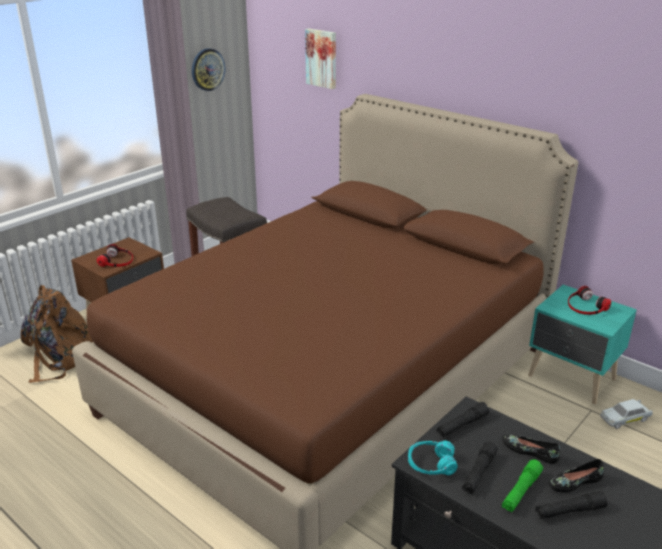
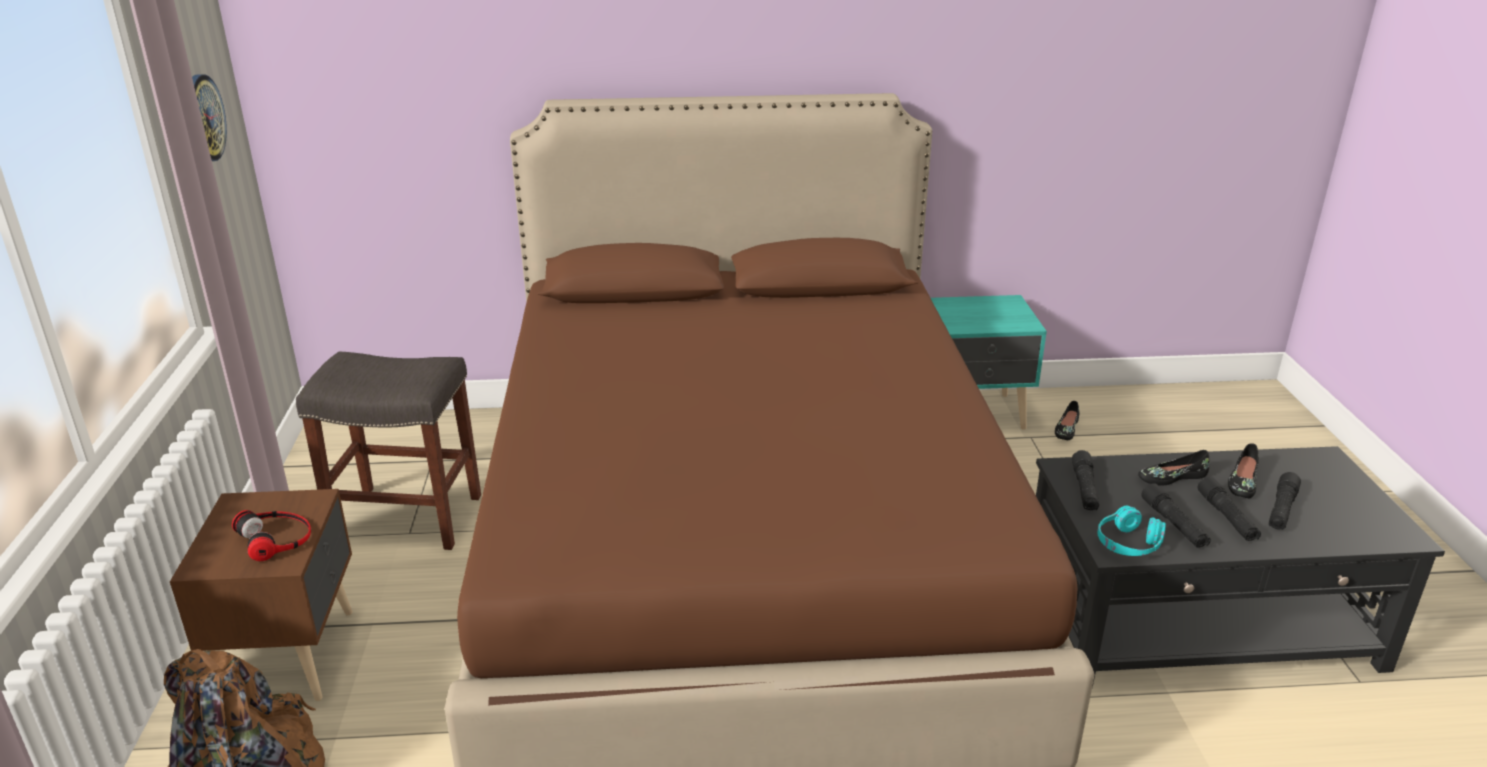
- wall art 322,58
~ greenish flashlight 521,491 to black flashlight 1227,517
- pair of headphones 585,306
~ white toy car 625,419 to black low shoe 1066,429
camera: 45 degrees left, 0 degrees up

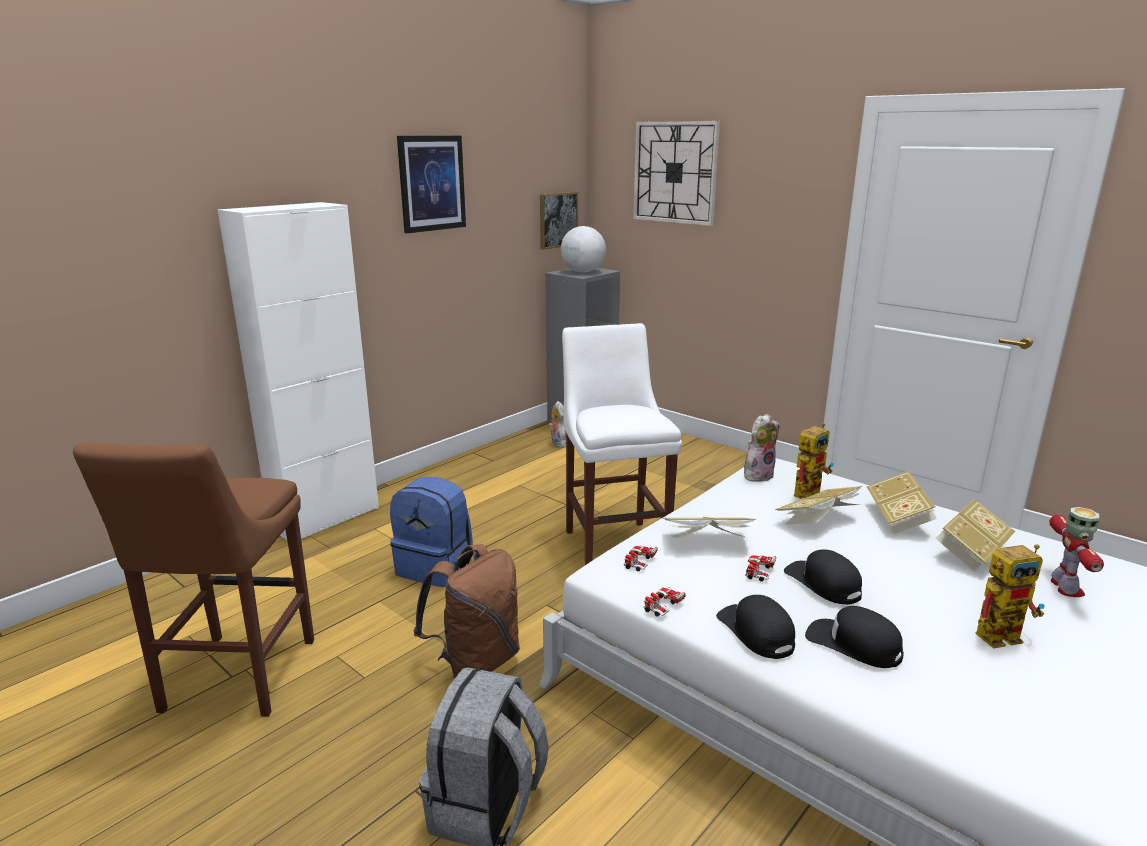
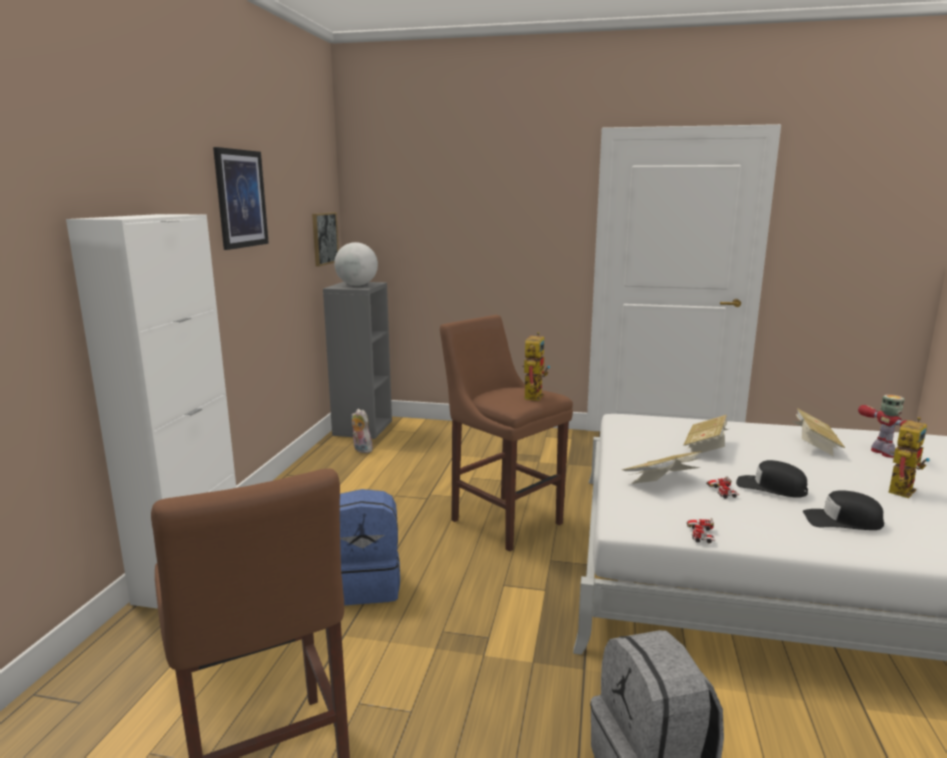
- brown knapsack 476,663
~ white stool 614,544 to brown stool 503,519
- toy car 639,561
- wall clock 675,172
- black peaked cap 756,632
- plush toy 758,475
~ robot figure 809,492 to 533,395
- volume 898,518
camera: 30 degrees left, 5 degrees down

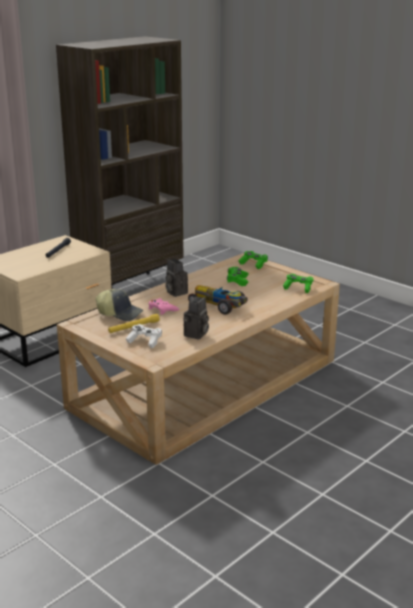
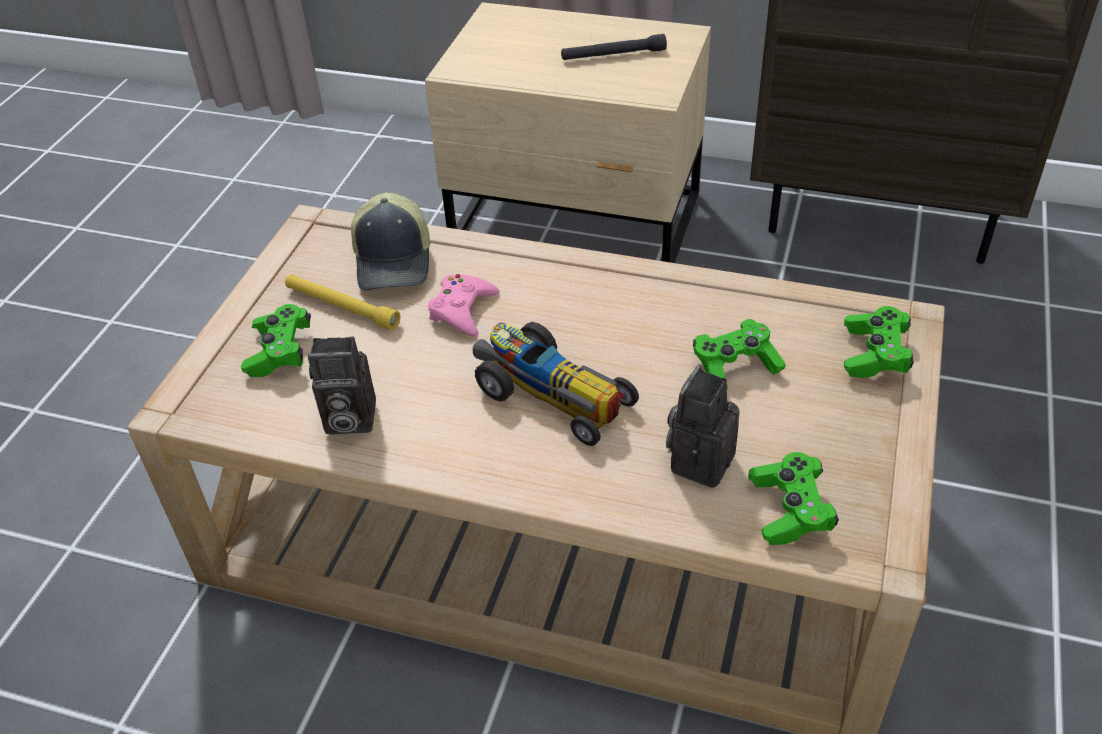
~ white joypad 145,341 to greenish joypad 280,352
~ photo camera 175,292 to 699,459
~ toy car 219,306 = 550,393 120 degrees clockwise
camera: 65 degrees right, 20 degrees up

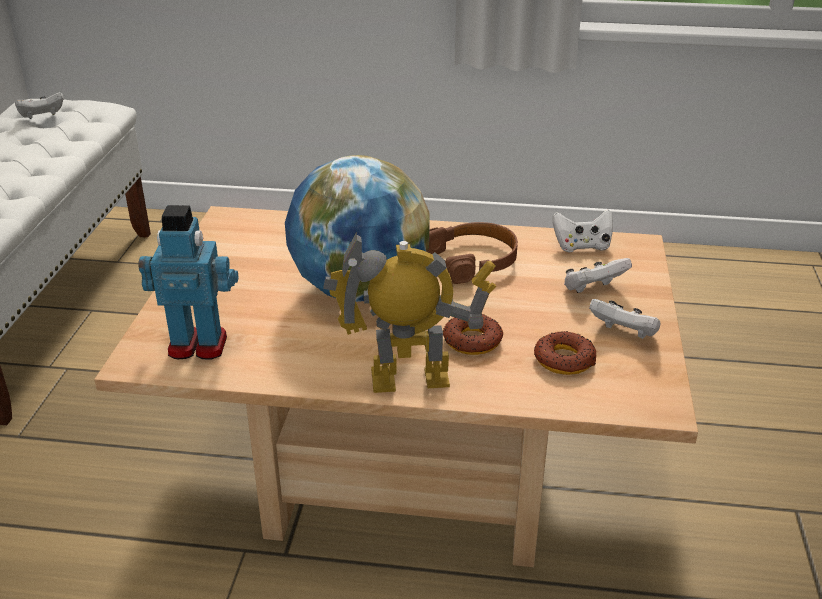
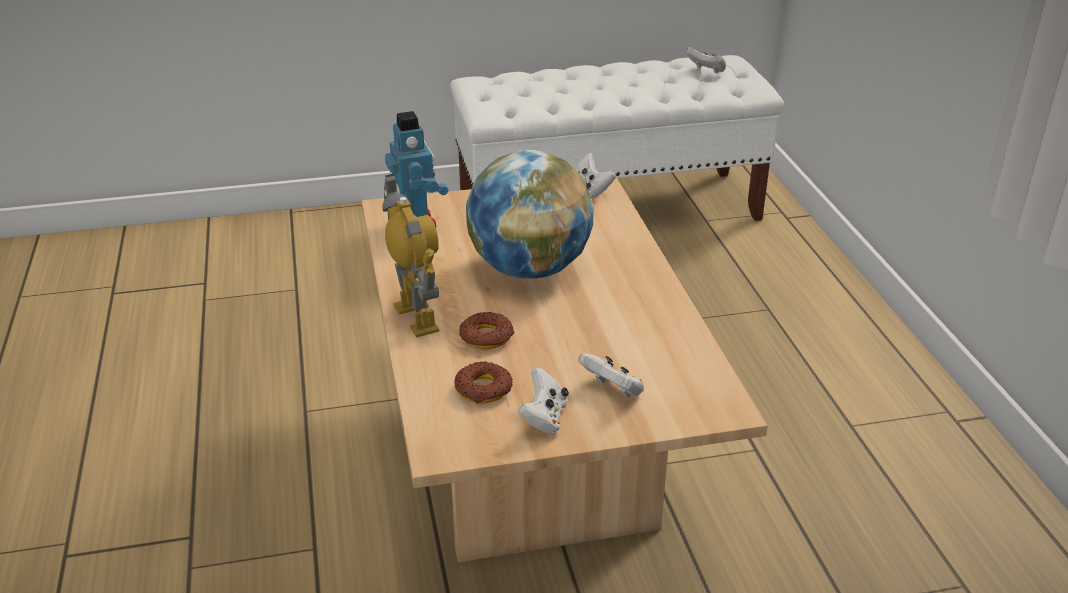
- brown pair of headphones 472,261
~ white joypad 582,246 to 591,190
camera: 70 degrees right, 0 degrees up

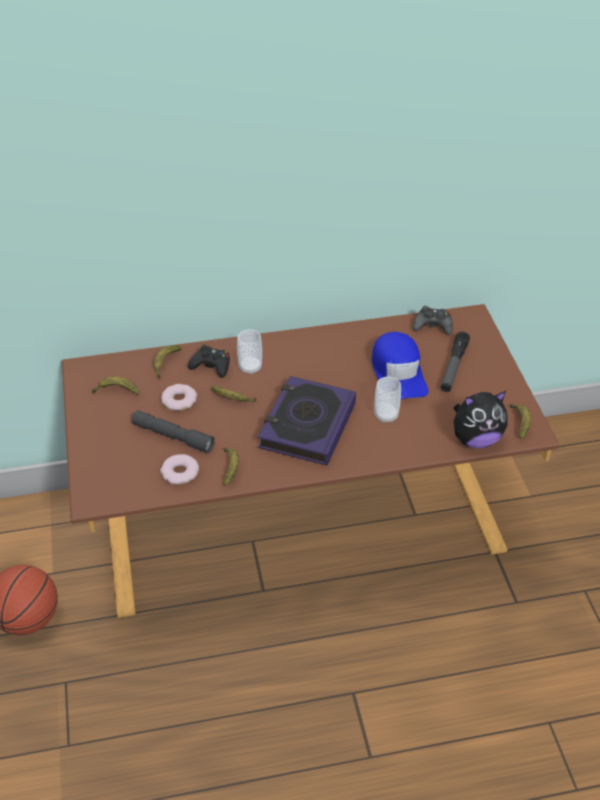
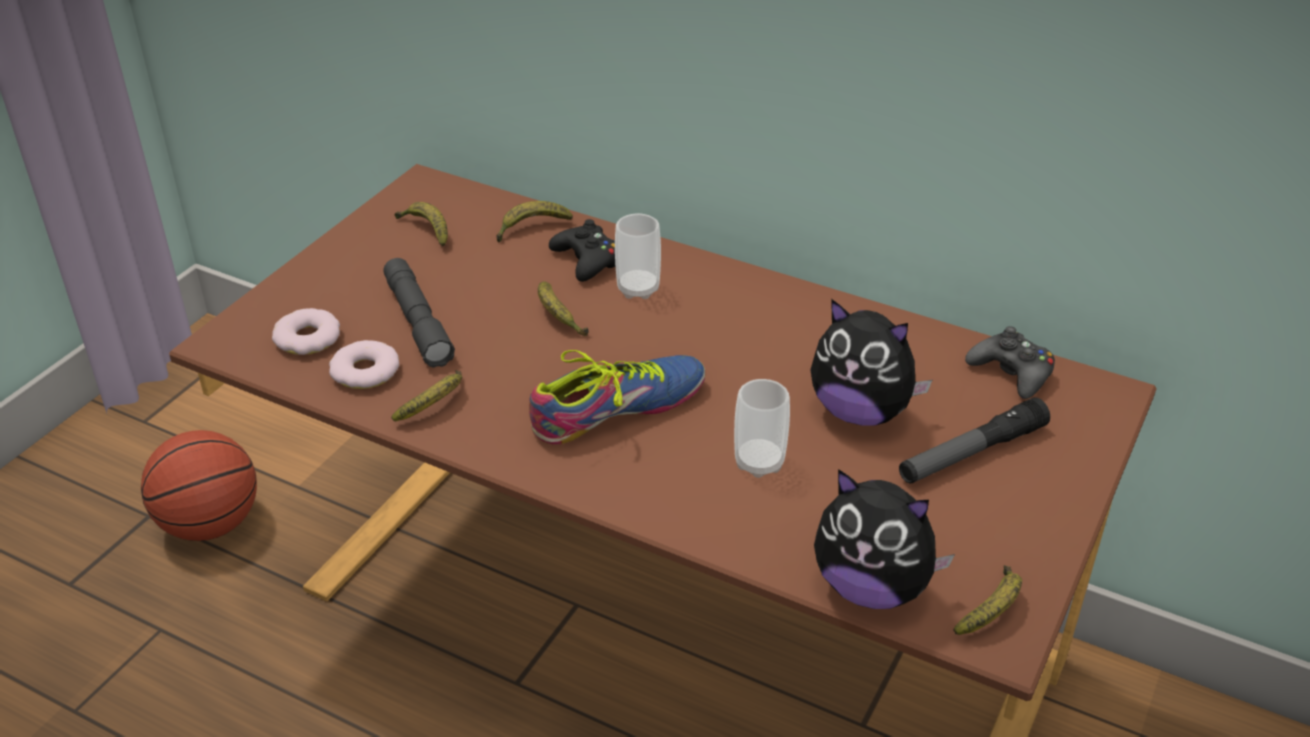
~ donut 179,400 to 308,338
~ volume 307,425 to low shoe 617,408
~ blue peaked cap 398,373 to plush toy 861,411
camera: 40 degrees right, 5 degrees down

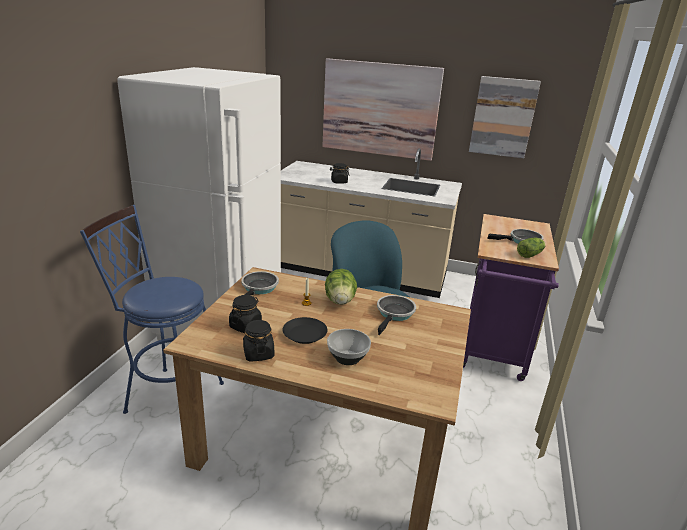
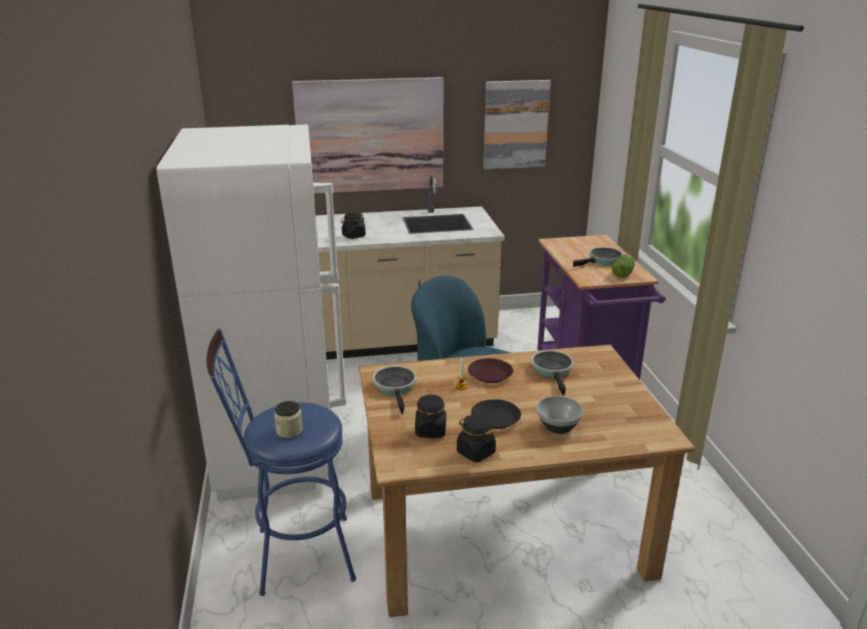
~ head of lettuce 340,301 to brown dinner plate 490,374
+ jar 289,430
camera: 25 degrees left, 0 degrees up

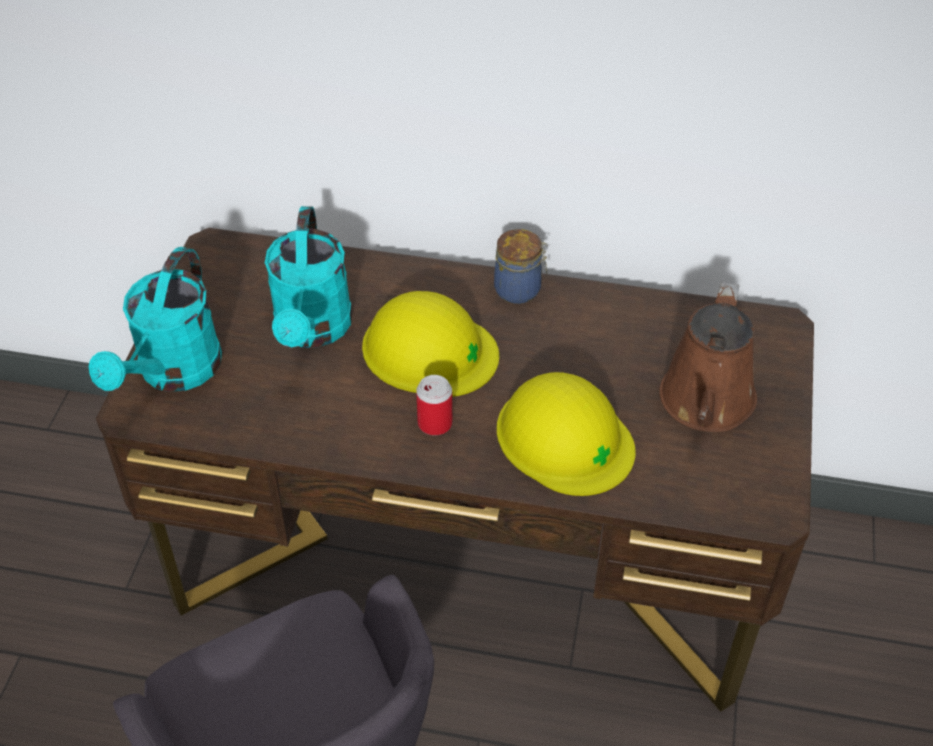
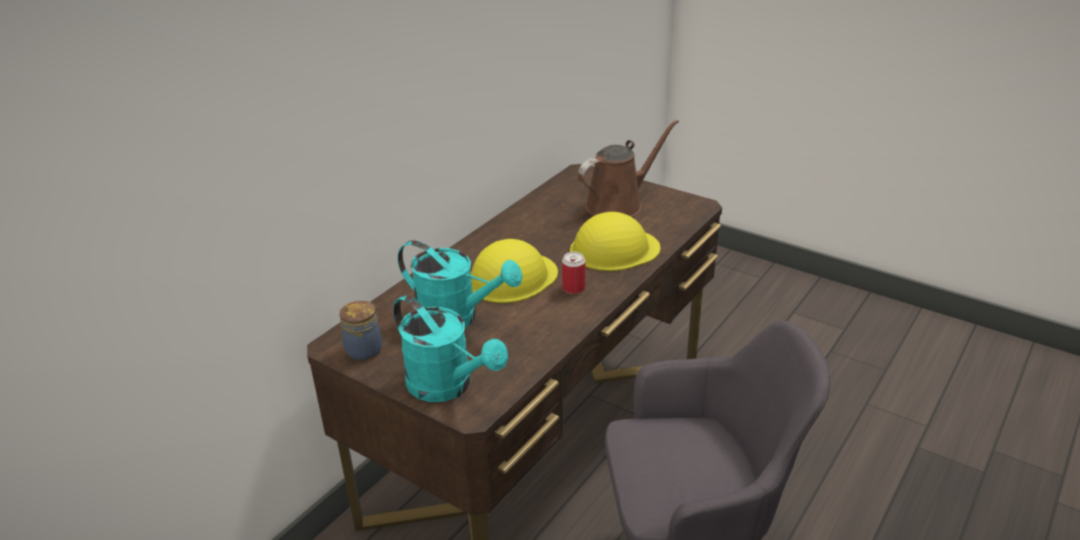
~ jar 519,290 to 365,349
~ brown watering can 706,404 = 618,204 75 degrees counterclockwise
camera: 65 degrees left, 15 degrees down

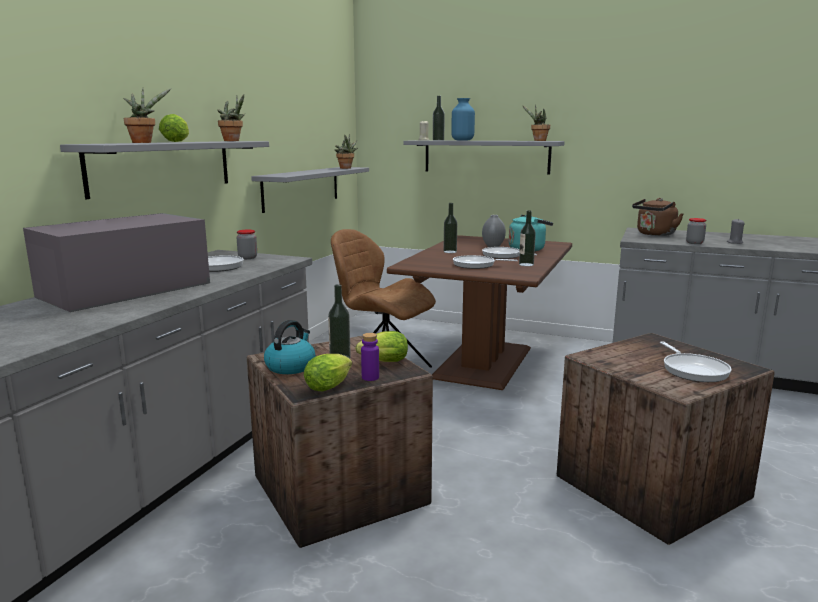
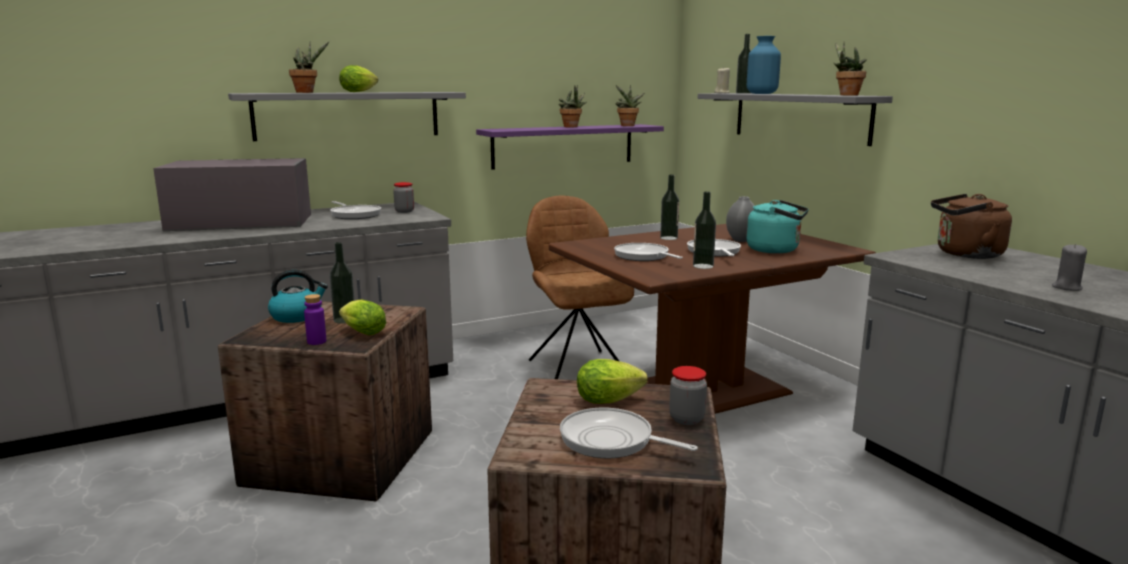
~ potted plant 233,141 to 572,127
~ grey wall shelf 302,188 to purple wall shelf 563,146
~ head of lettuce 330,386 to 612,400
~ frying pan 693,370 = 611,441 90 degrees clockwise
~ jar 694,243 to 686,419
camera: 40 degrees right, 0 degrees up

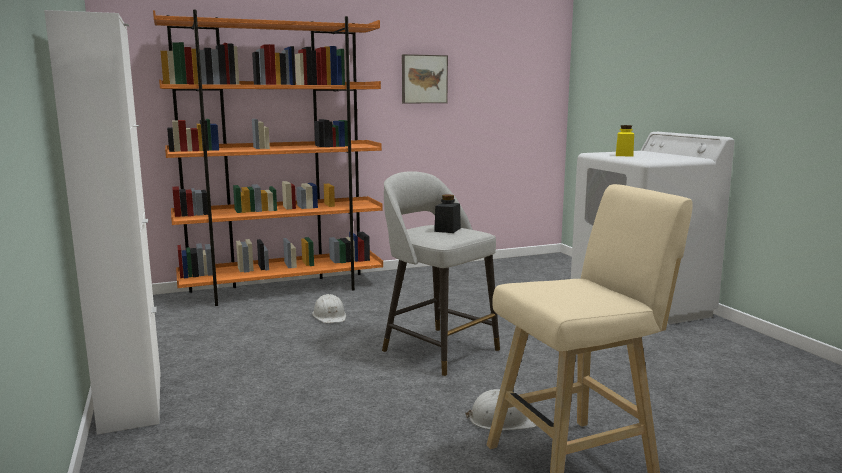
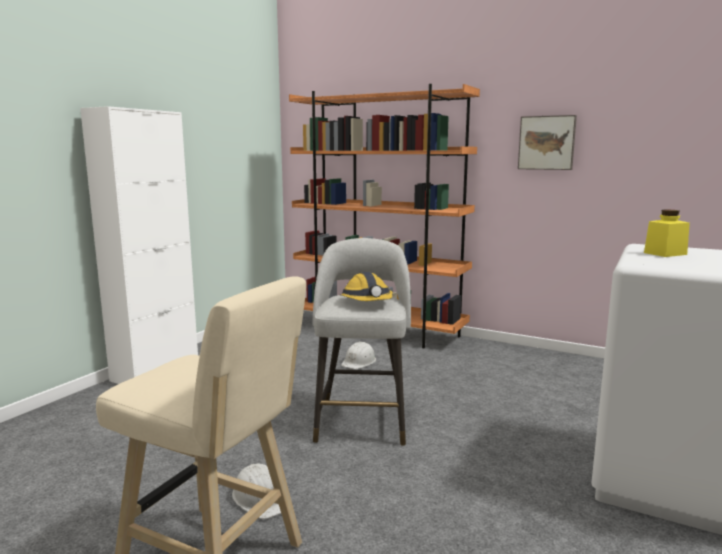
~ black jar 447,230 to hard hat 367,302
camera: 50 degrees right, 0 degrees up

